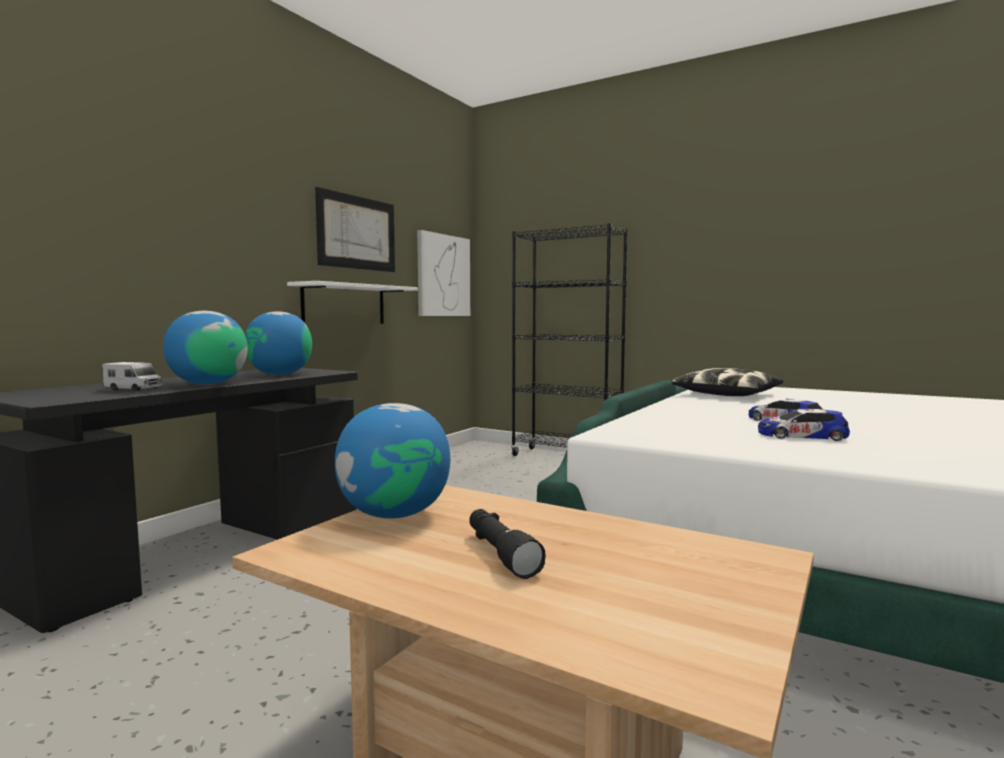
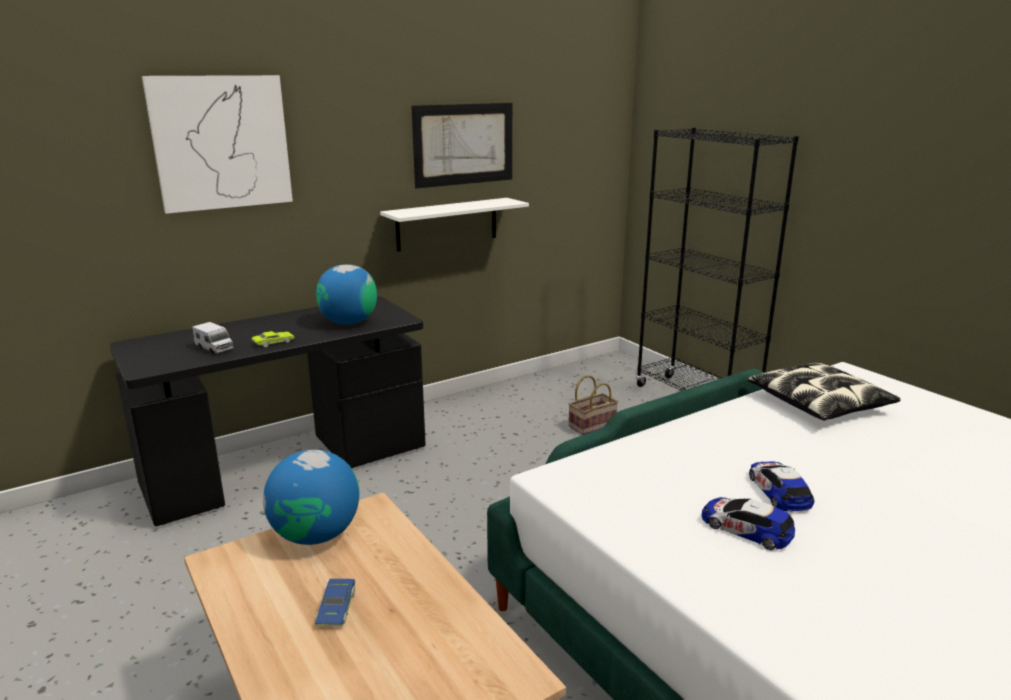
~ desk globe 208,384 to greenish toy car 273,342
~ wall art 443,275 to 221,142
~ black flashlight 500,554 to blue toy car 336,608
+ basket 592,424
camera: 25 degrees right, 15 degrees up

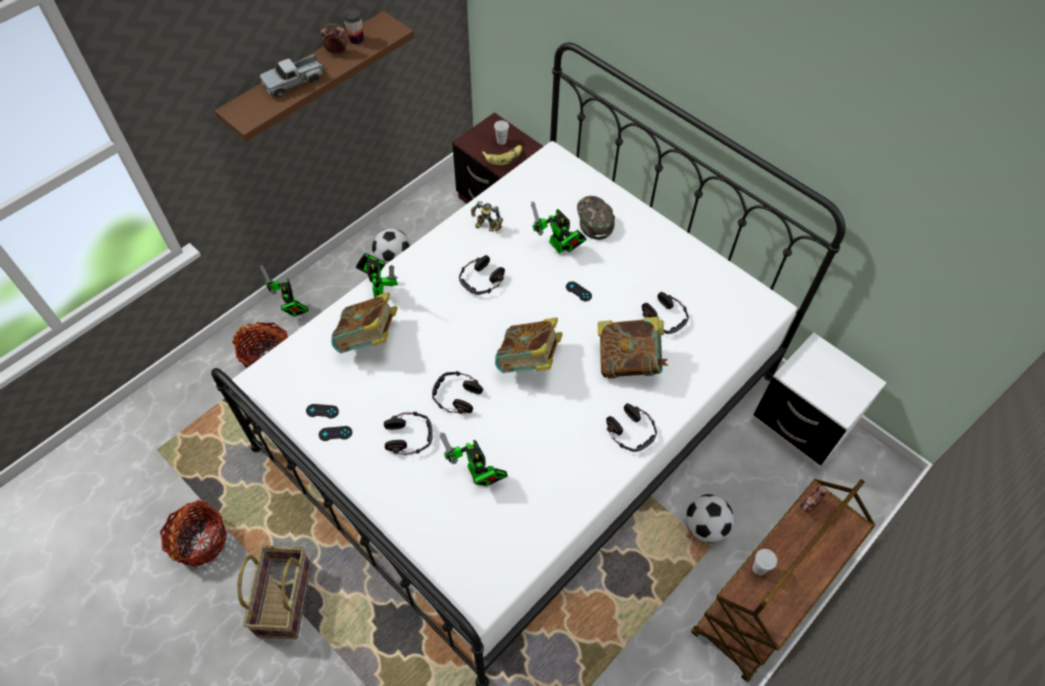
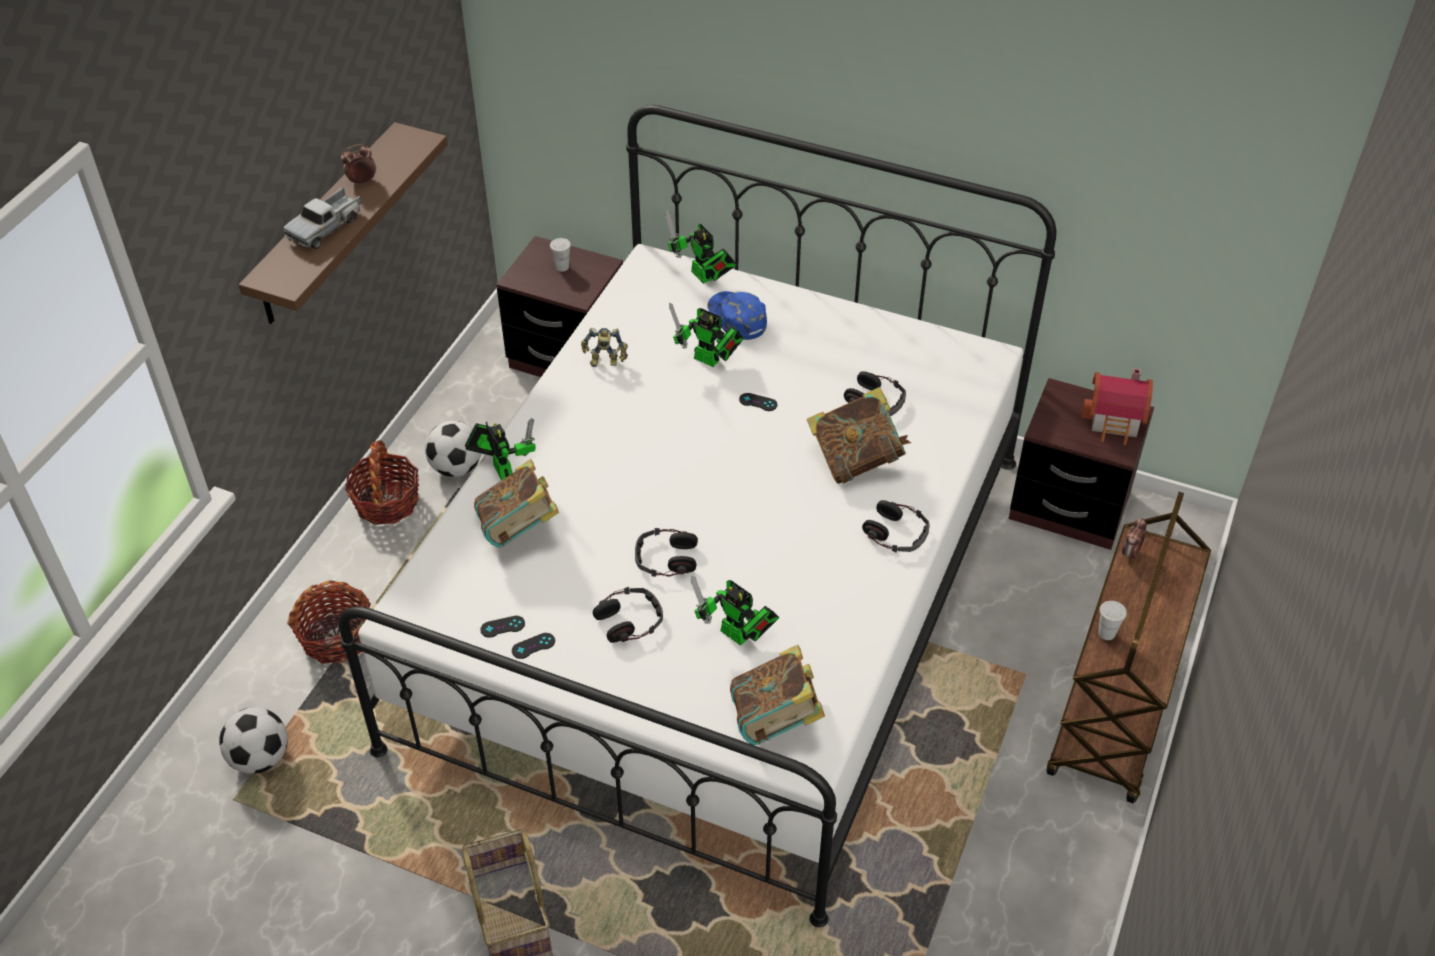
~ basket 200,541 to 386,502
~ robot figure 292,310 to 703,278
- small cup 356,39
- pair of headphones 481,280
- banana fruit 504,157
~ volume 528,361 to 775,721
~ greenish peaked cap 594,219 to blue peaked cap 736,317
~ football 704,527 to 260,758
~ white night table 801,425 to brown night table 1069,506
+ toy house 1116,421
camera: 20 degrees left, 10 degrees down

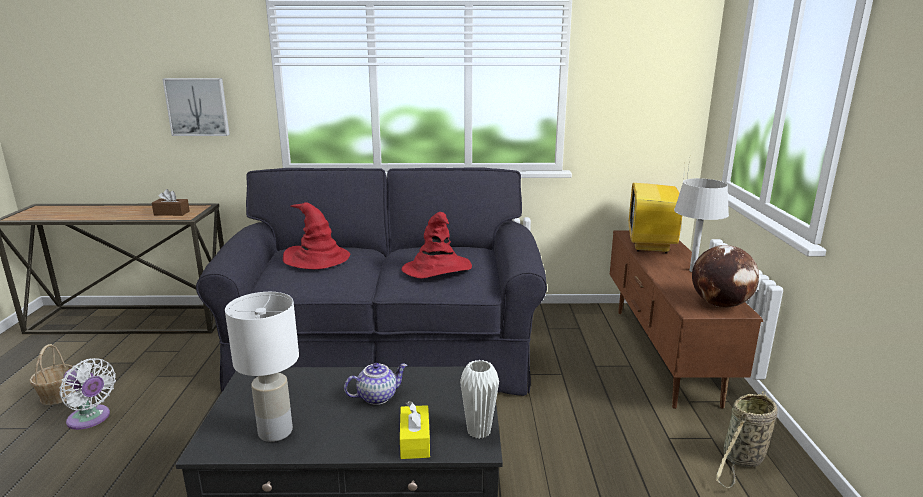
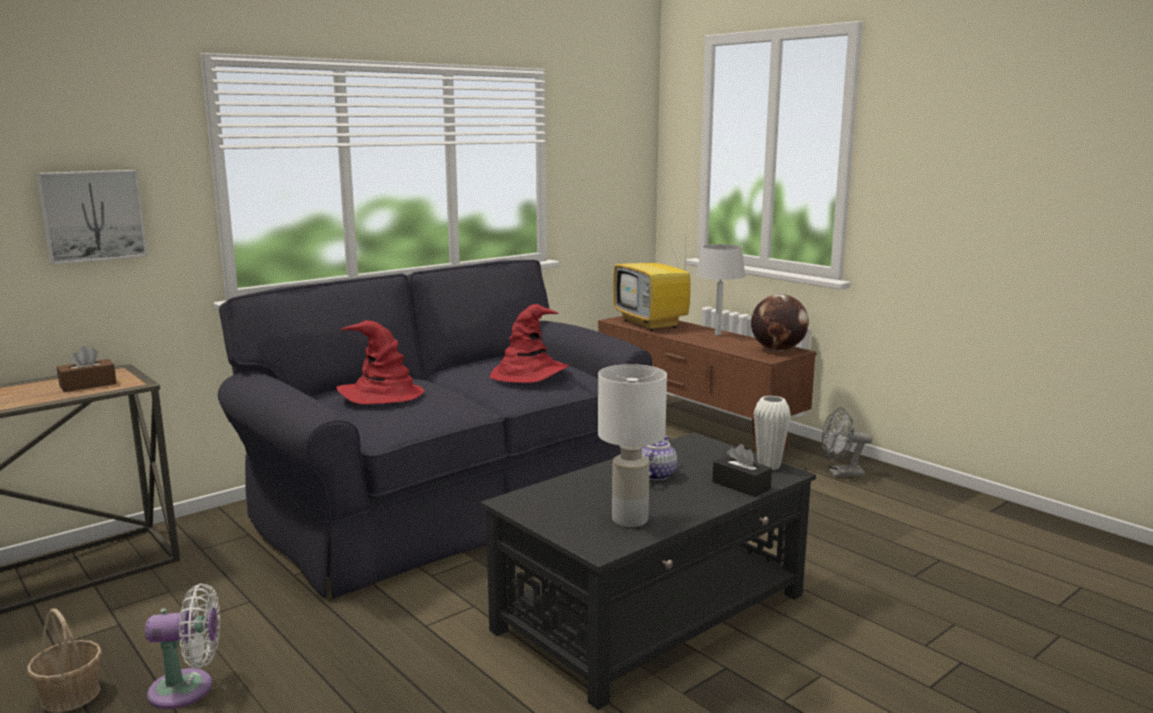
~ yellowish tissue holder 415,441 to black tissue holder 741,485
~ basket 742,460 to grey fan 841,474
camera: 40 degrees left, 5 degrees down

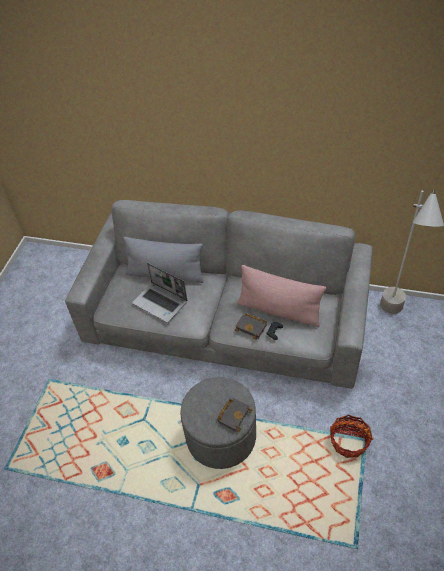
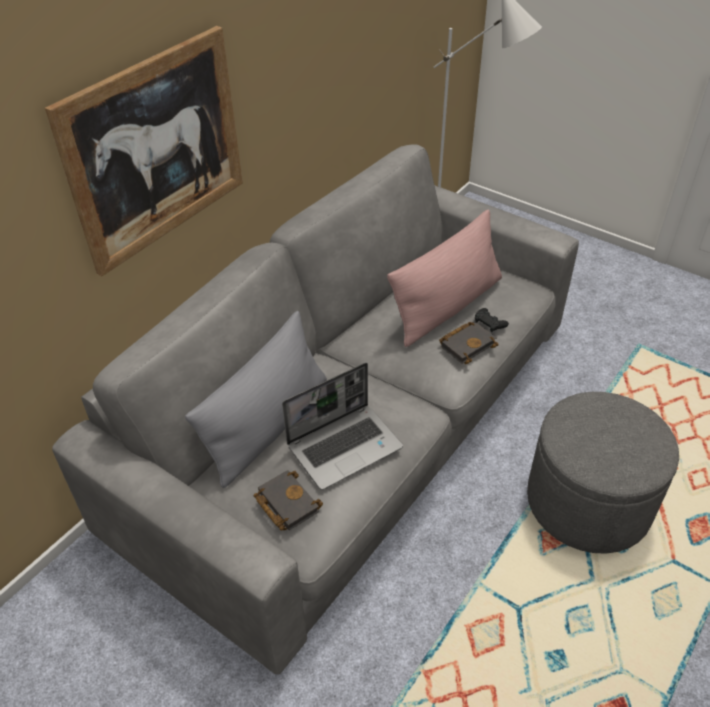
~ black volume 233,415 to 285,503
- basket 348,442
+ wall art 156,150
camera: 70 degrees left, 5 degrees down

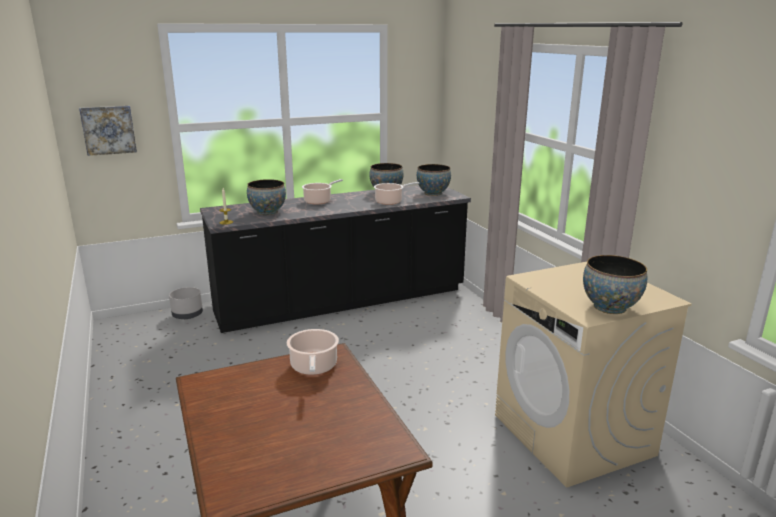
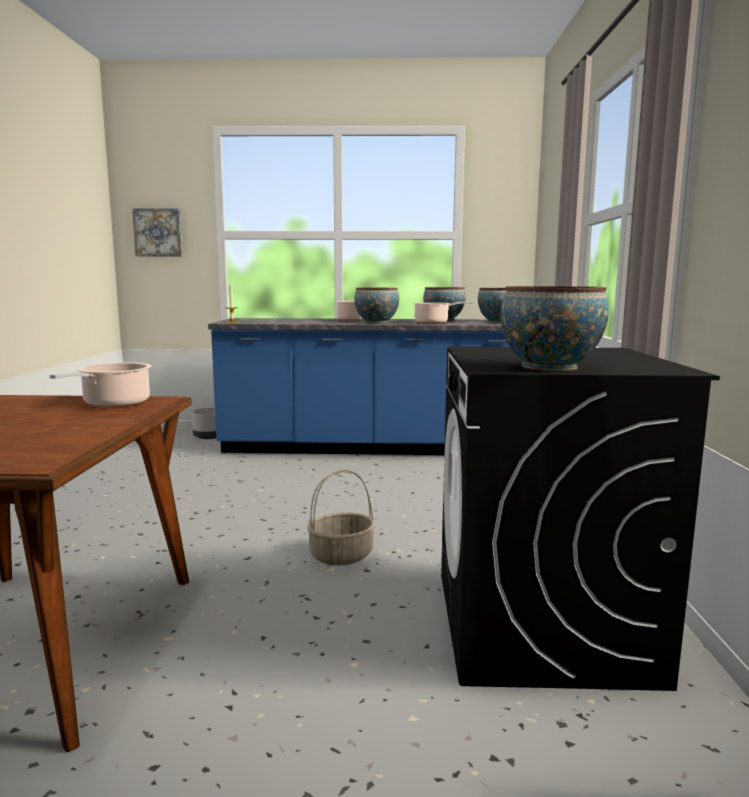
~ black kitchen base unit 342,302 to blue kitchen base unit 374,448
~ bowl 267,212 to 376,323
~ beige-coloured laundry machine 573,435 to black laundry machine 541,626
+ basket 341,556
camera: 25 degrees right, 10 degrees down

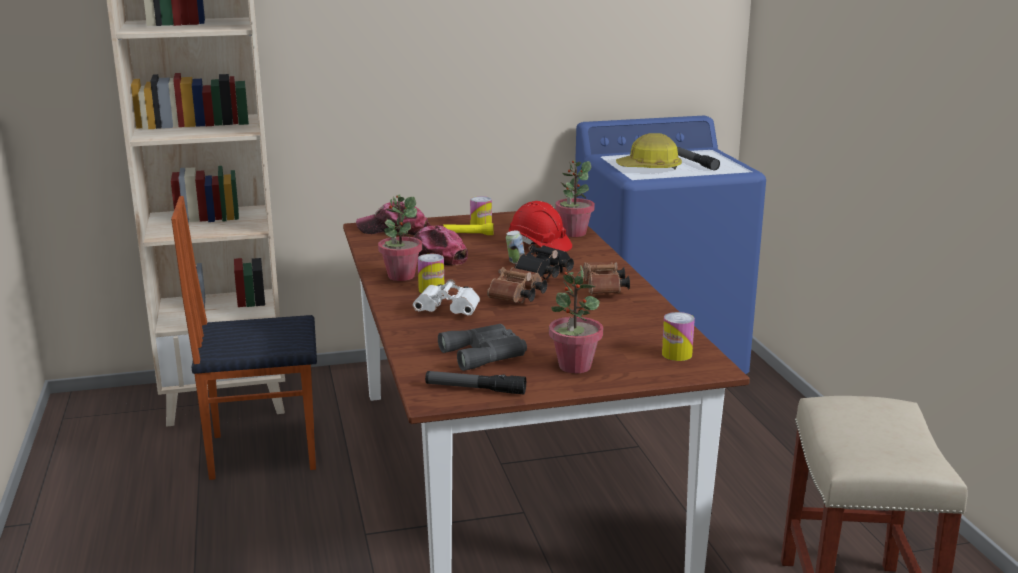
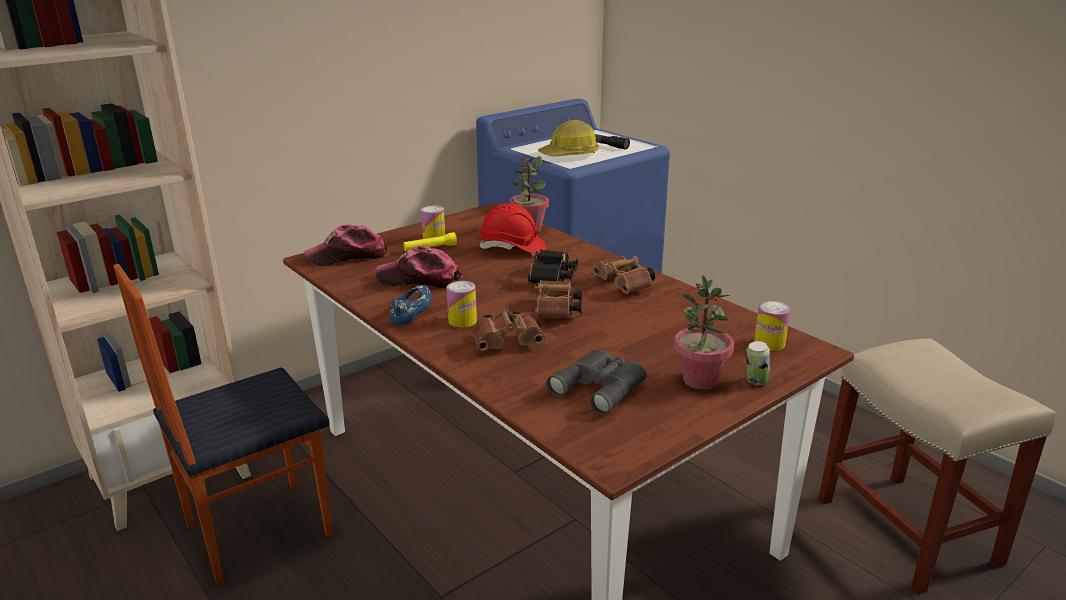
~ potted plant 401,276 to blue low shoe 412,310
~ white binoculars 449,311 to brown binoculars 509,343
- flashlight 475,389
~ can 515,262 to 755,382
camera: 25 degrees left, 5 degrees up

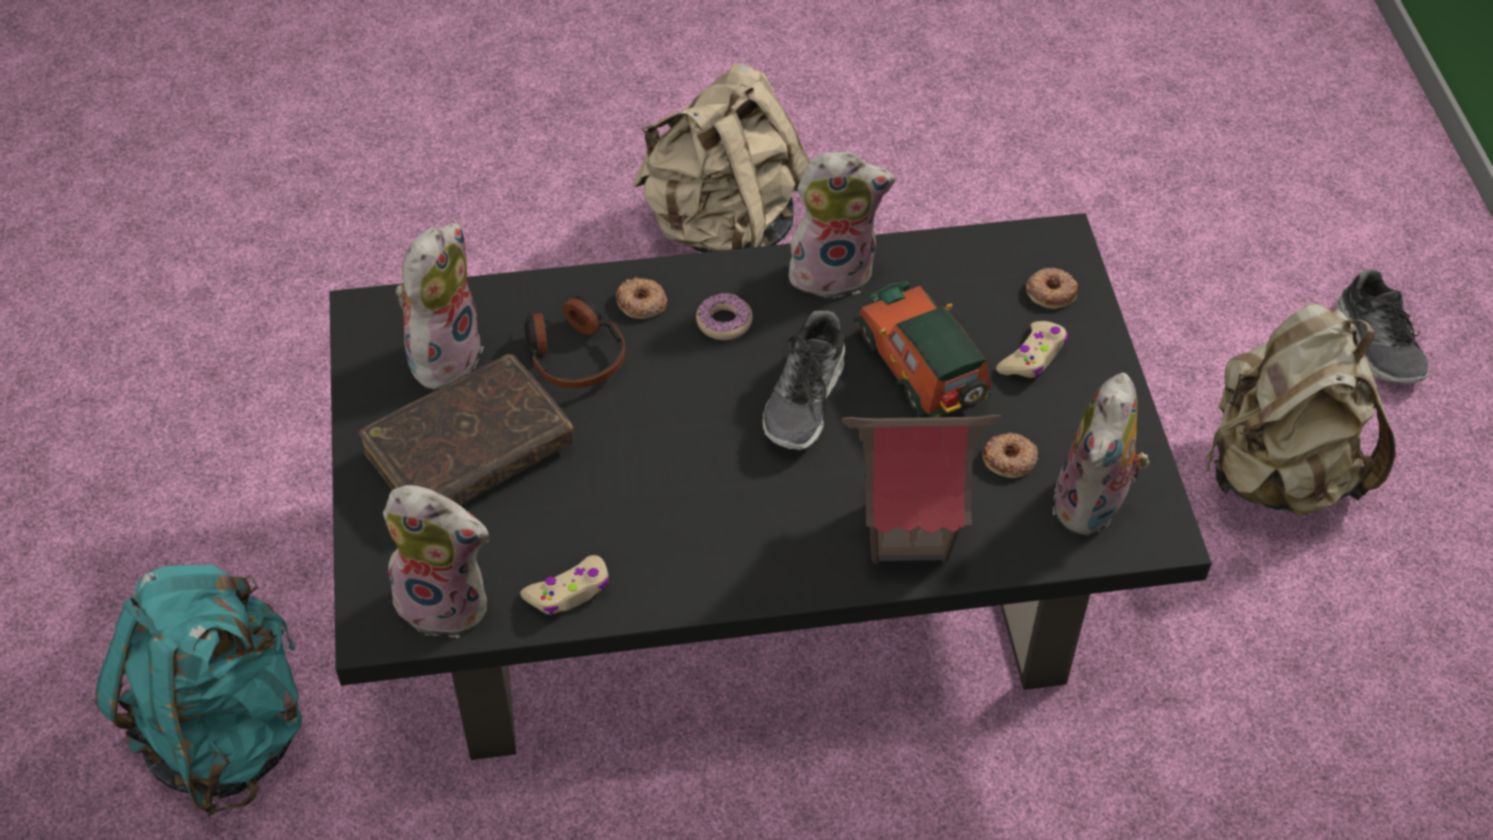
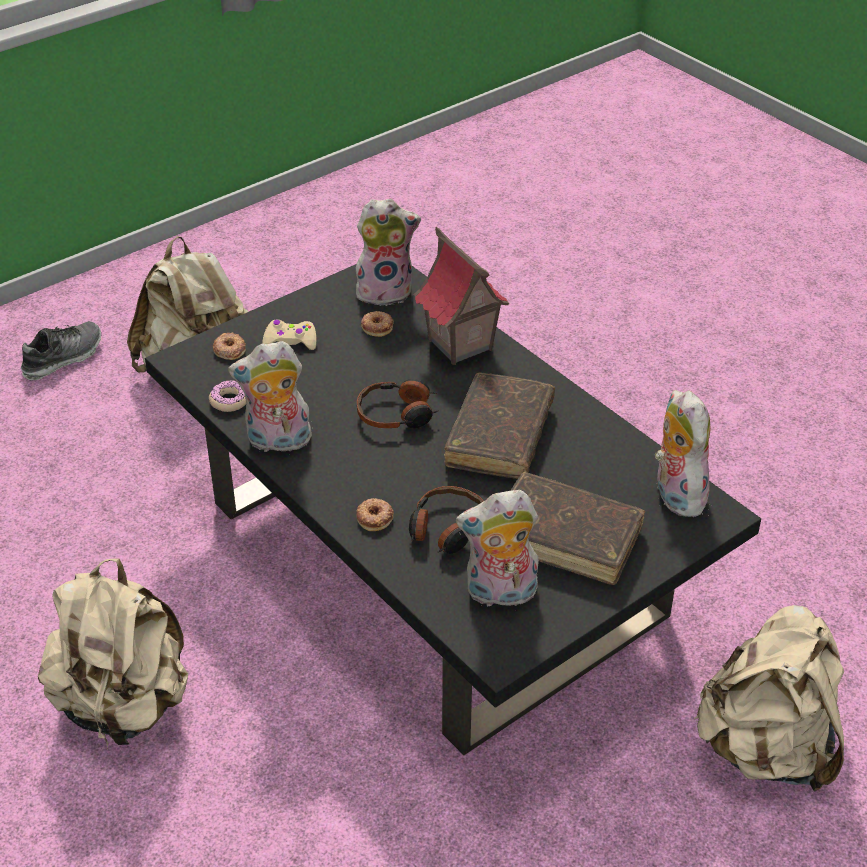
~ turquoise-coloured knapsack 226,731 to beige-coloured knapsack 766,748
- beige-coloured joypad 569,592
~ donut 724,322 to 229,401
~ low shoe 805,399 to pair of headphones 397,414
~ plush toy 833,271 = 277,442 60 degrees counterclockwise
- toy car 923,370
+ brown volume 499,436
camera: 120 degrees left, 10 degrees down

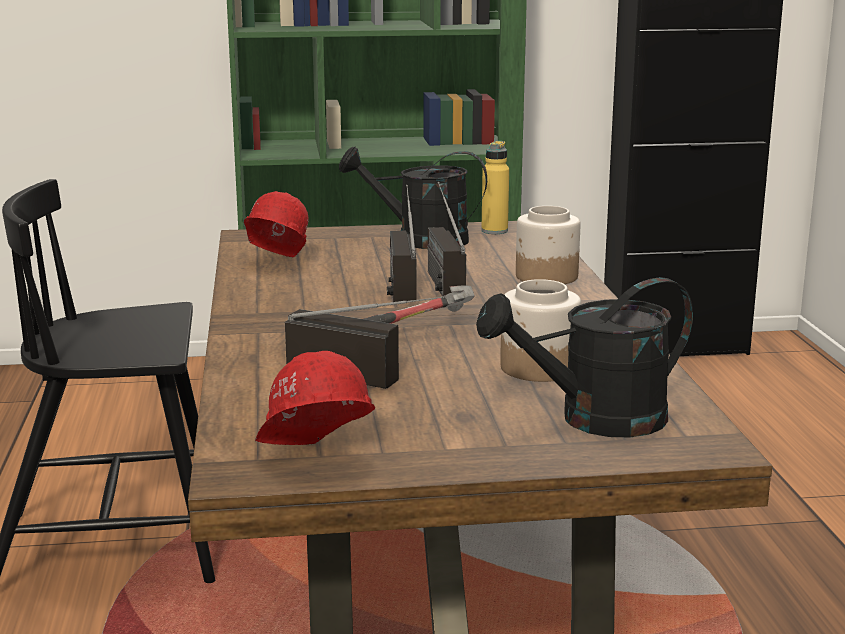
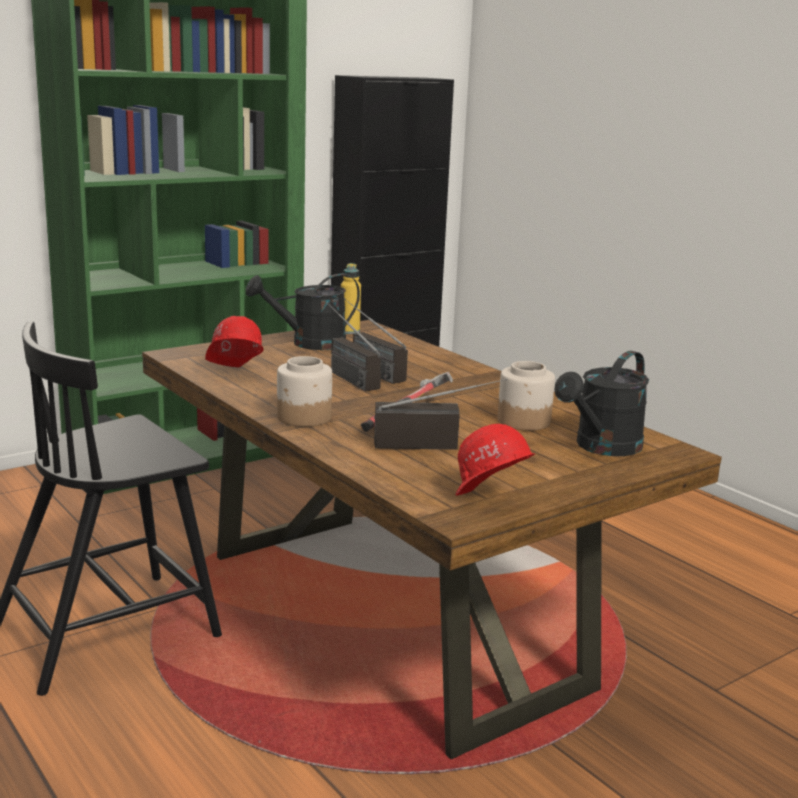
~ jar 546,277 to 304,418
camera: 30 degrees left, 0 degrees up

